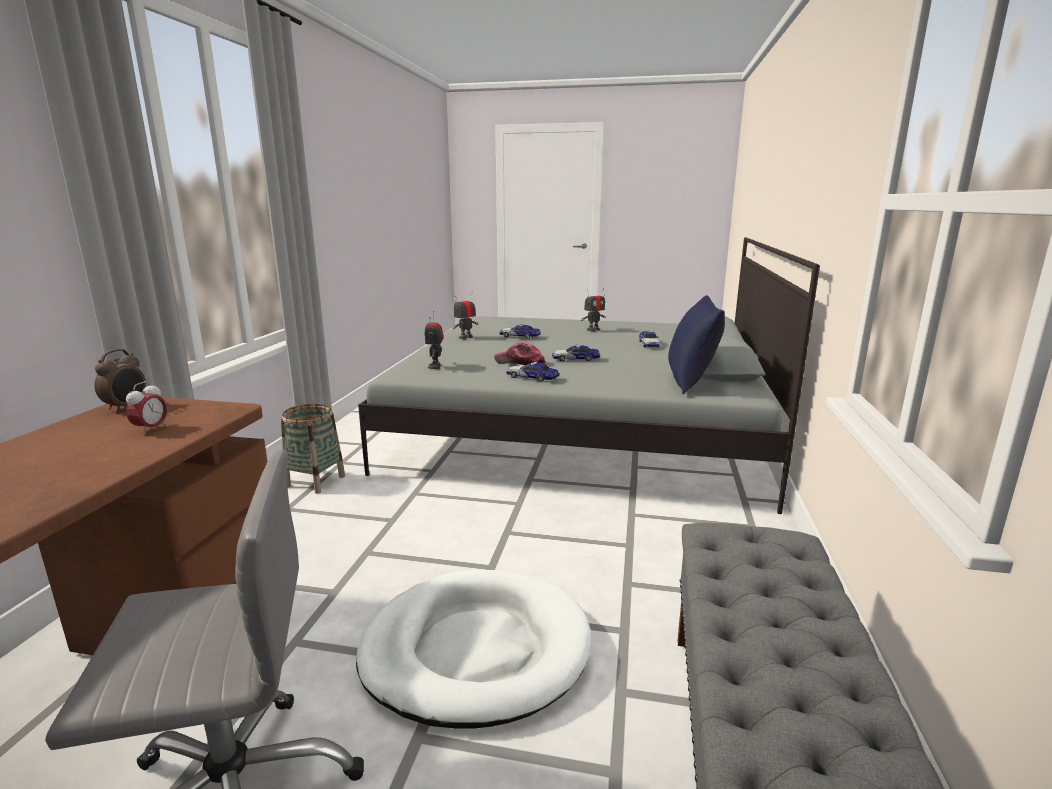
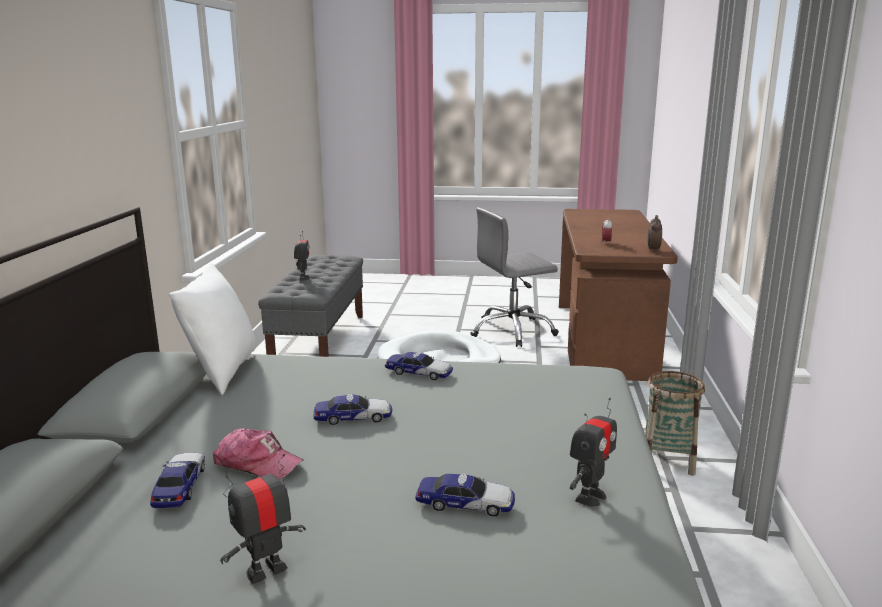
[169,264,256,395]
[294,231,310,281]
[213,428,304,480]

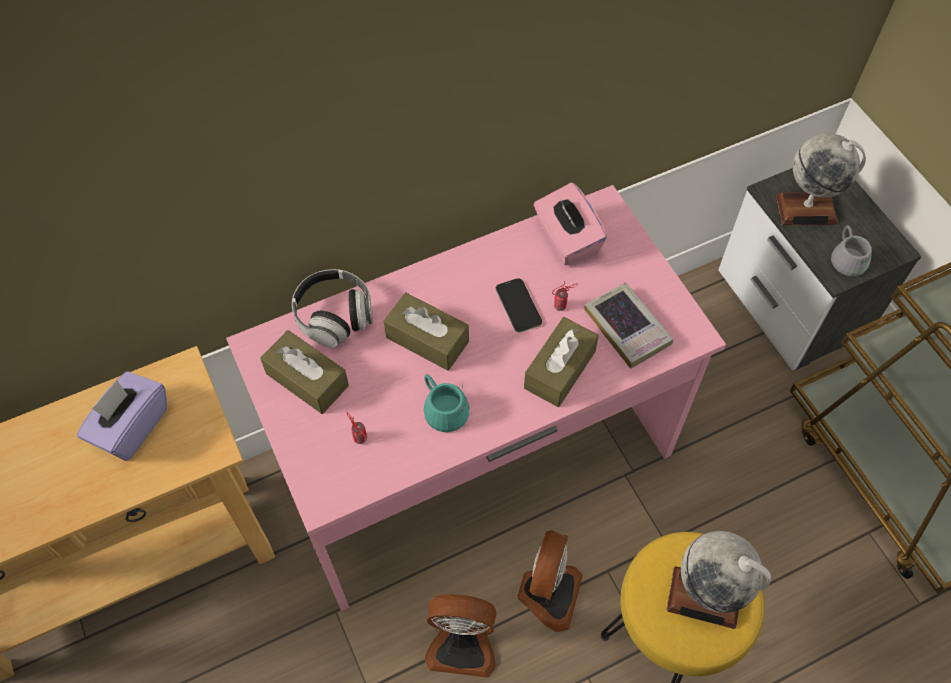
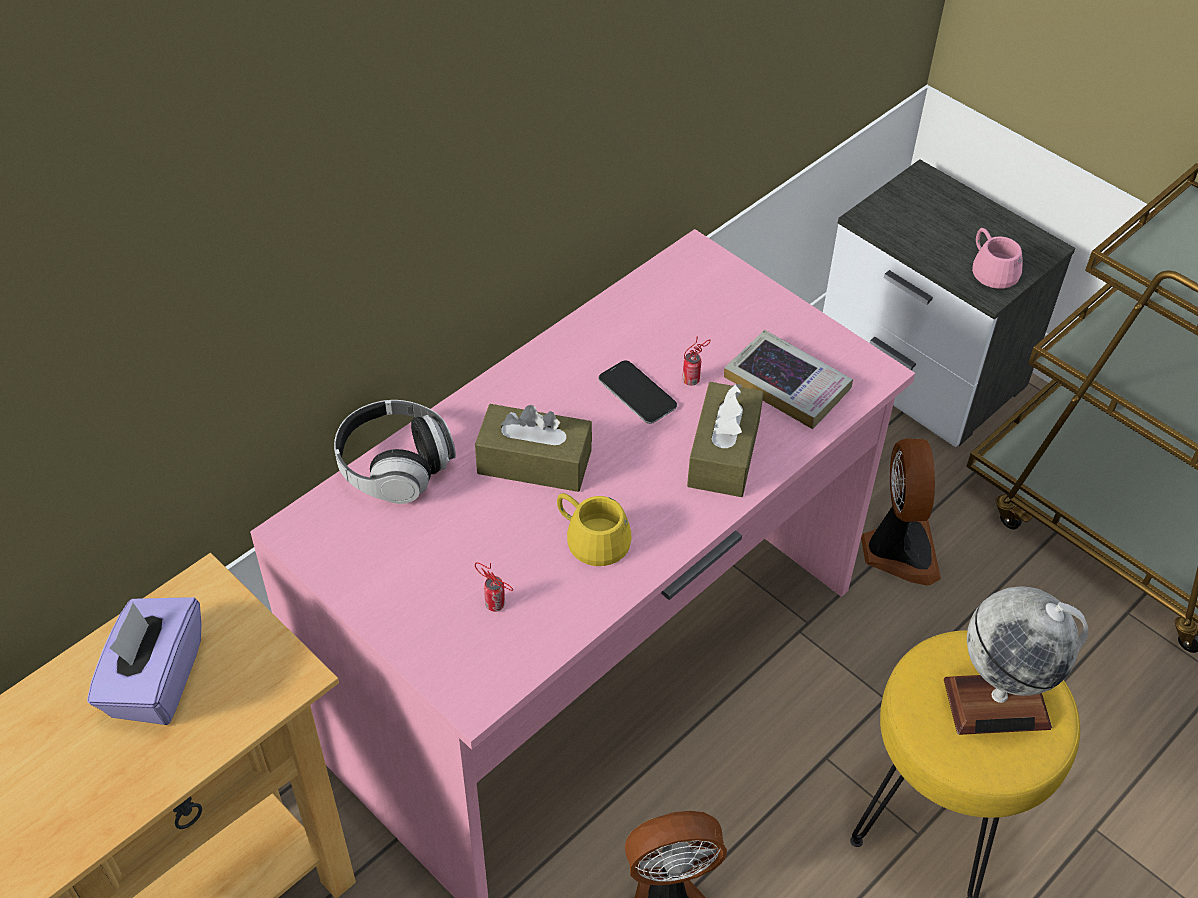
[776,133,866,225] (first image)
[533,182,607,265] (first image)
[972,228,1023,289]
[260,330,349,414] (first image)
[557,493,631,566]
[861,438,941,586]

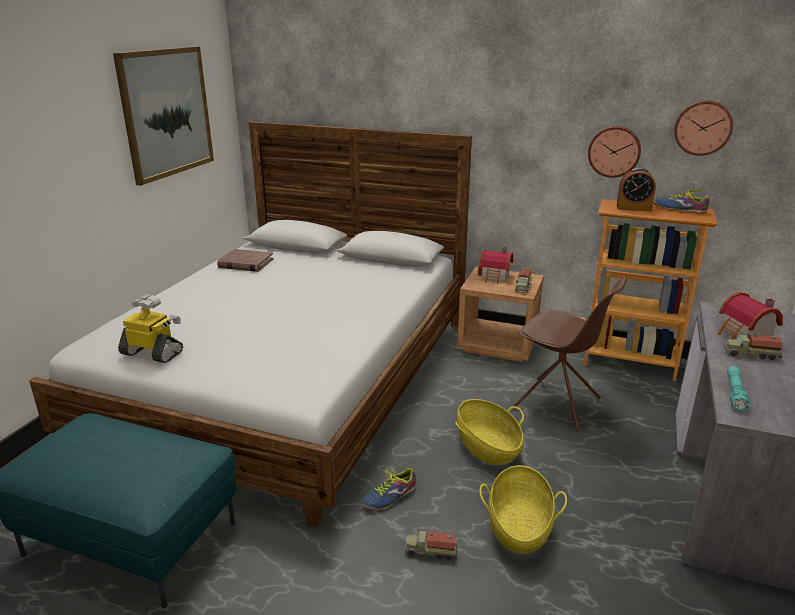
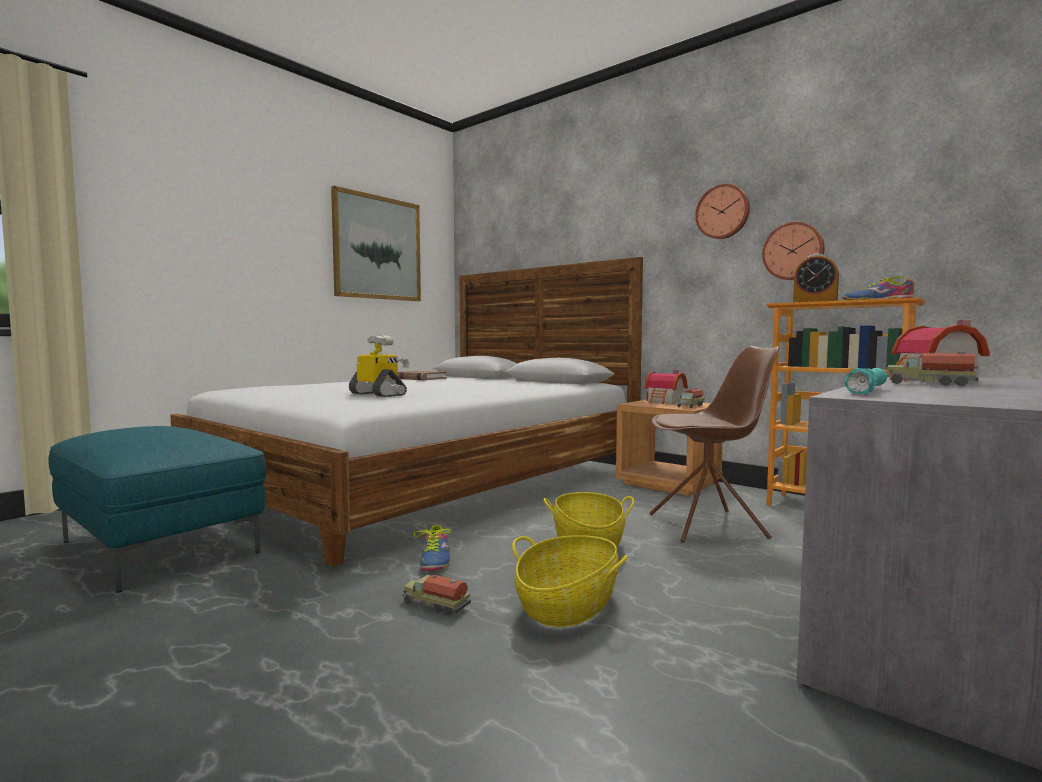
[695,184,750,239]
[650,346,780,543]
[349,335,409,397]
[414,522,452,571]

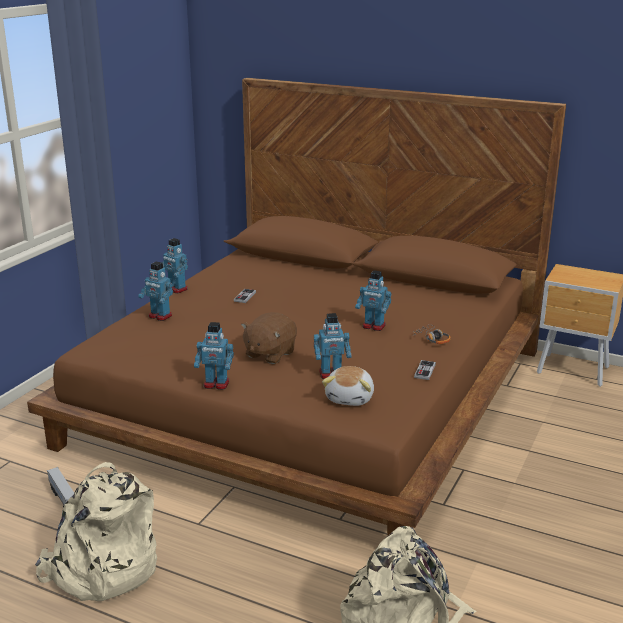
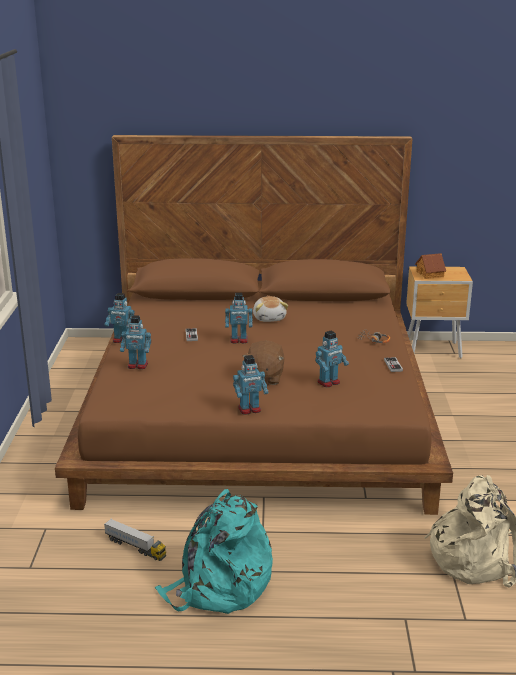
[225,293,252,343]
[253,296,288,322]
[155,489,273,614]
[415,253,446,279]

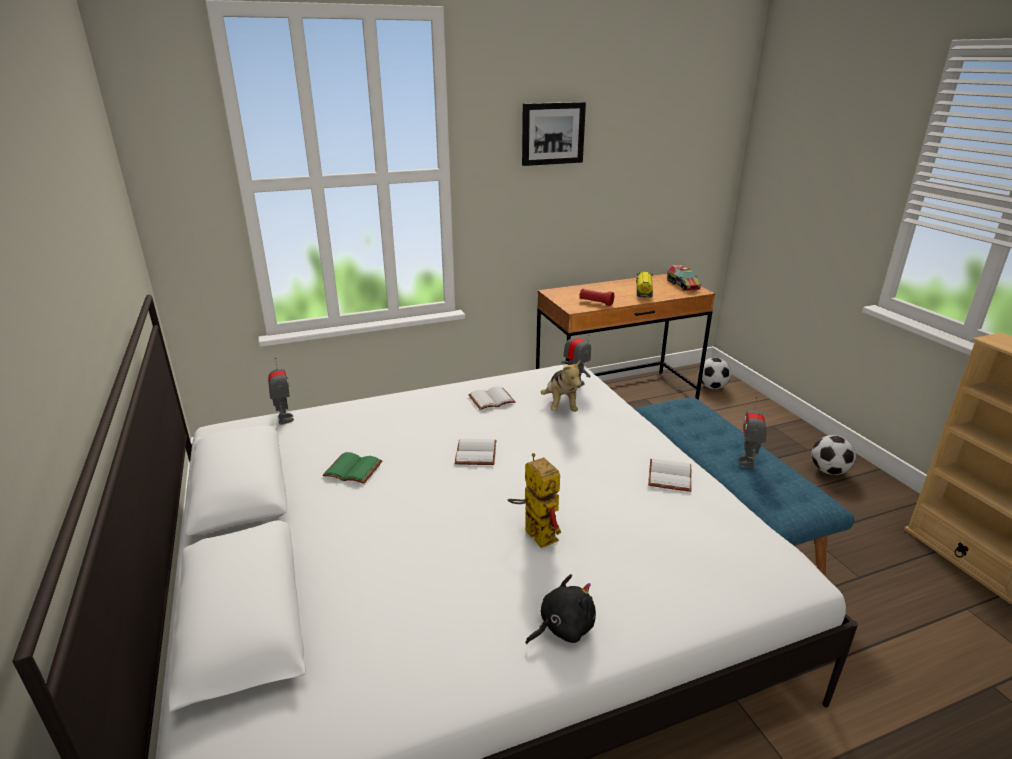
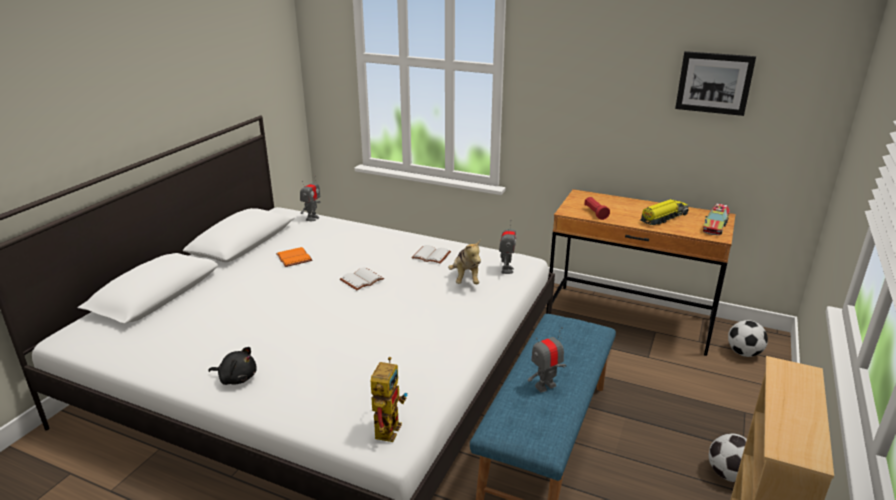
[675,51,756,116]
[448,240,481,284]
[276,247,312,267]
[371,357,407,442]
[648,458,692,492] (first image)

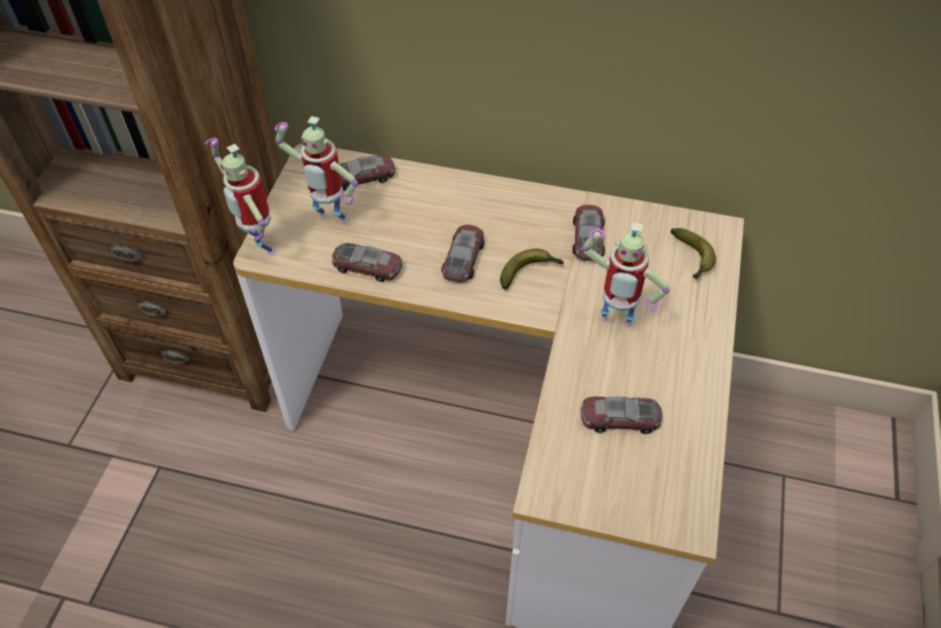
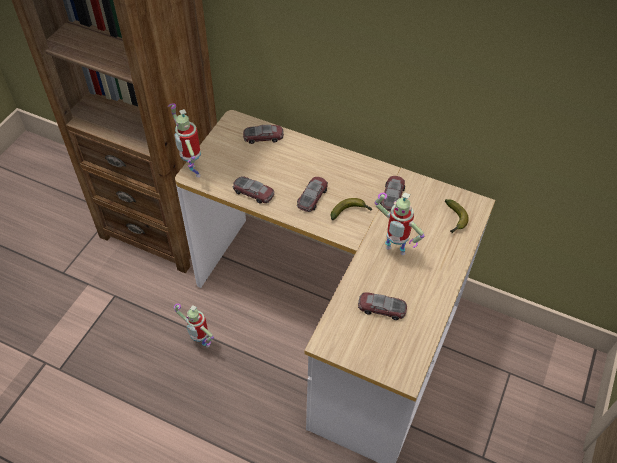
[174,304,214,348]

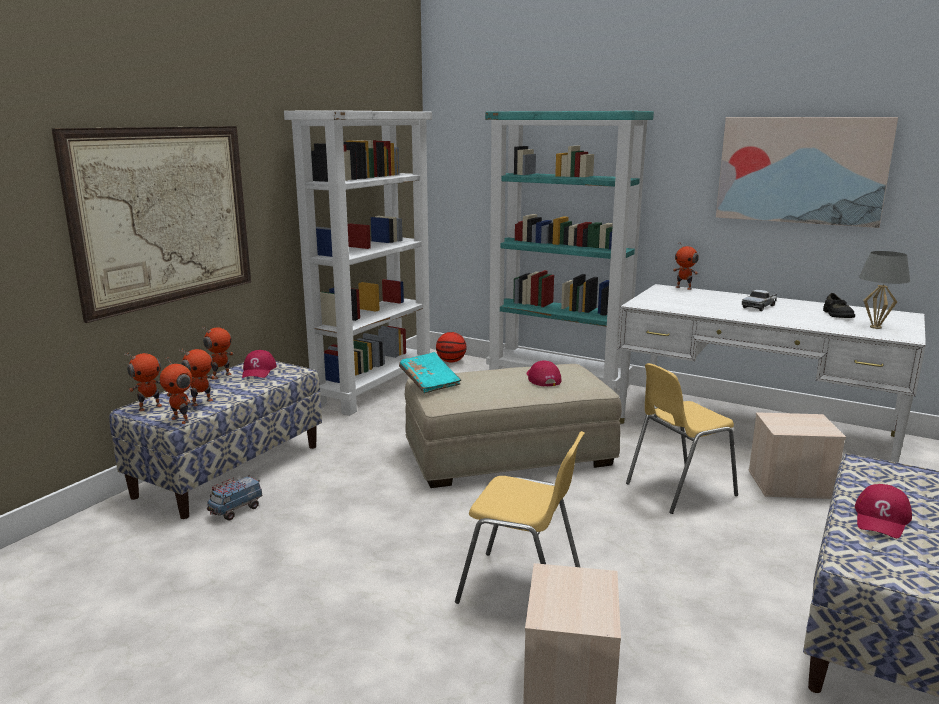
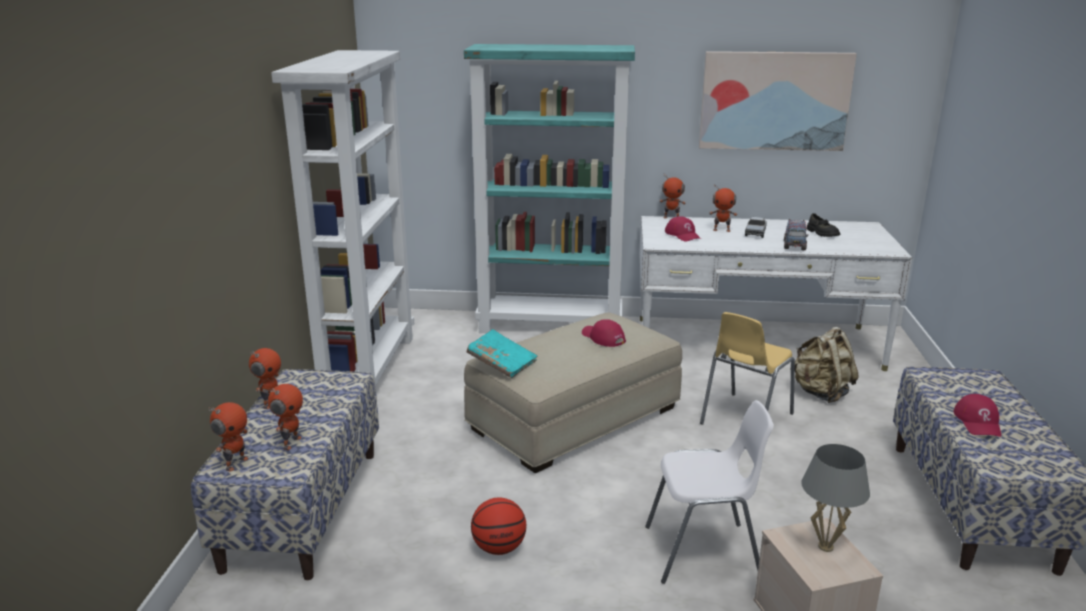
[51,126,251,323] (first image)
[801,444,870,552]
[471,498,526,555]
[665,216,701,242]
[710,185,737,232]
[790,327,859,403]
[645,400,774,584]
[784,219,808,250]

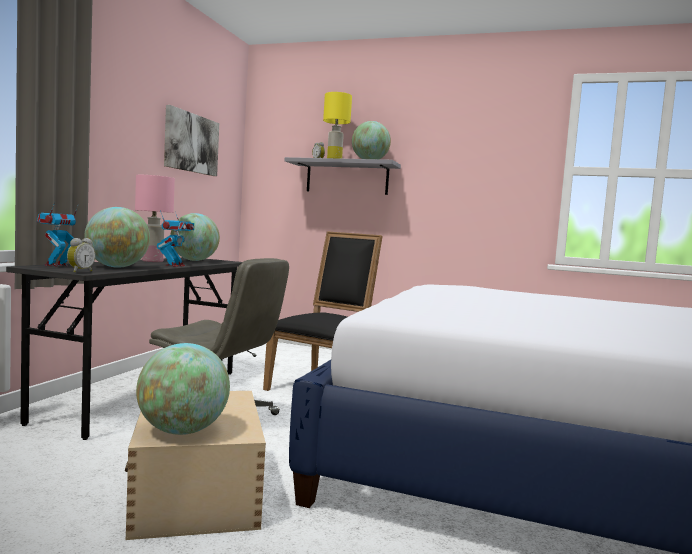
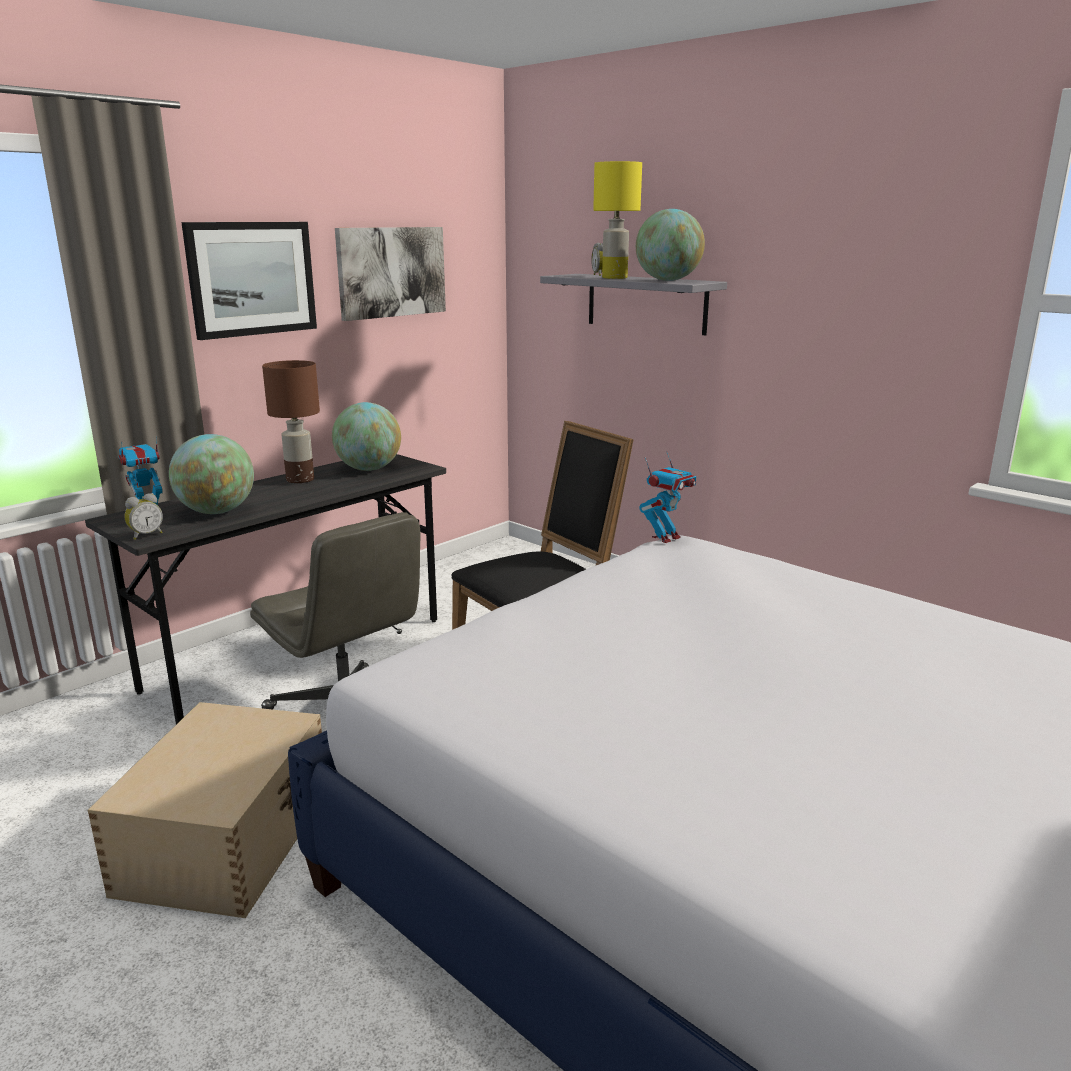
[262,360,320,483]
[639,452,696,543]
[136,343,230,435] (first image)
[181,222,317,340]

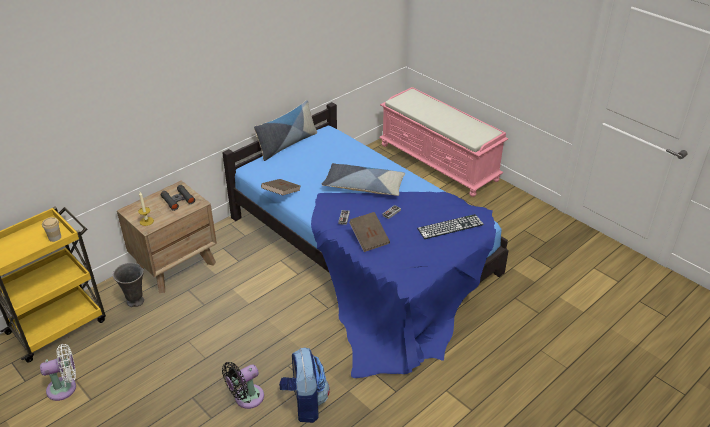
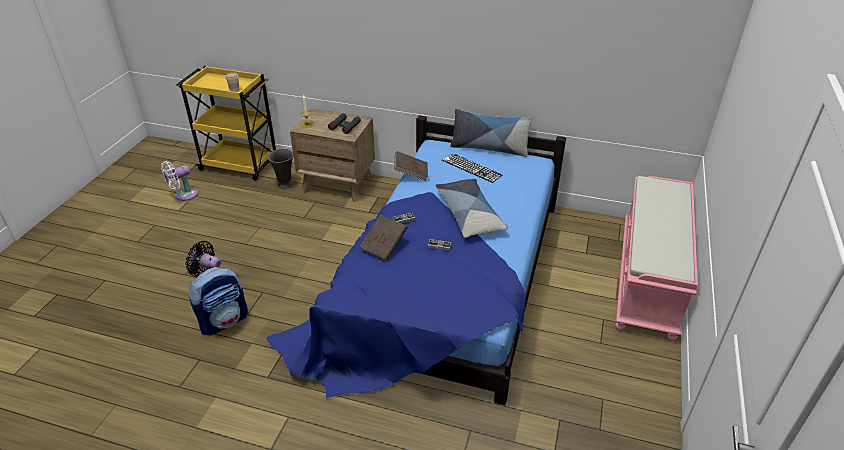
[442,153,502,183]
[161,161,198,201]

